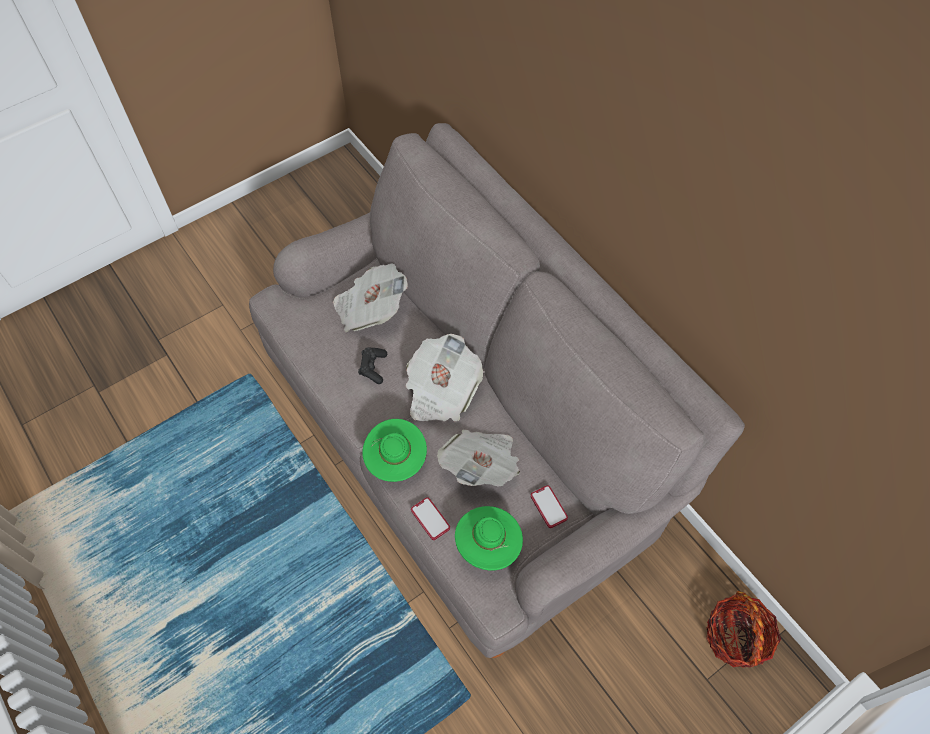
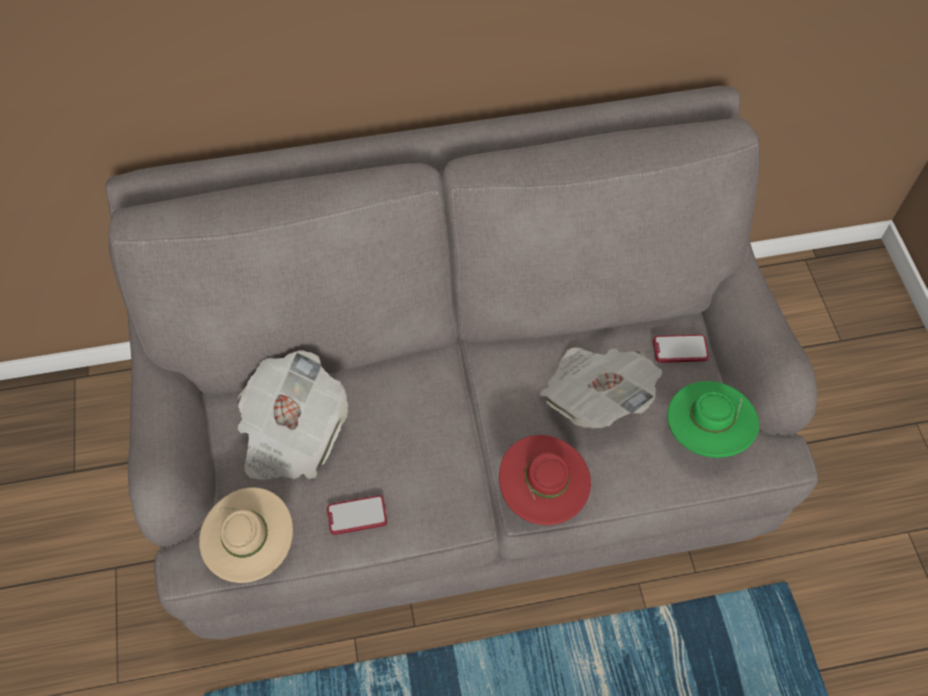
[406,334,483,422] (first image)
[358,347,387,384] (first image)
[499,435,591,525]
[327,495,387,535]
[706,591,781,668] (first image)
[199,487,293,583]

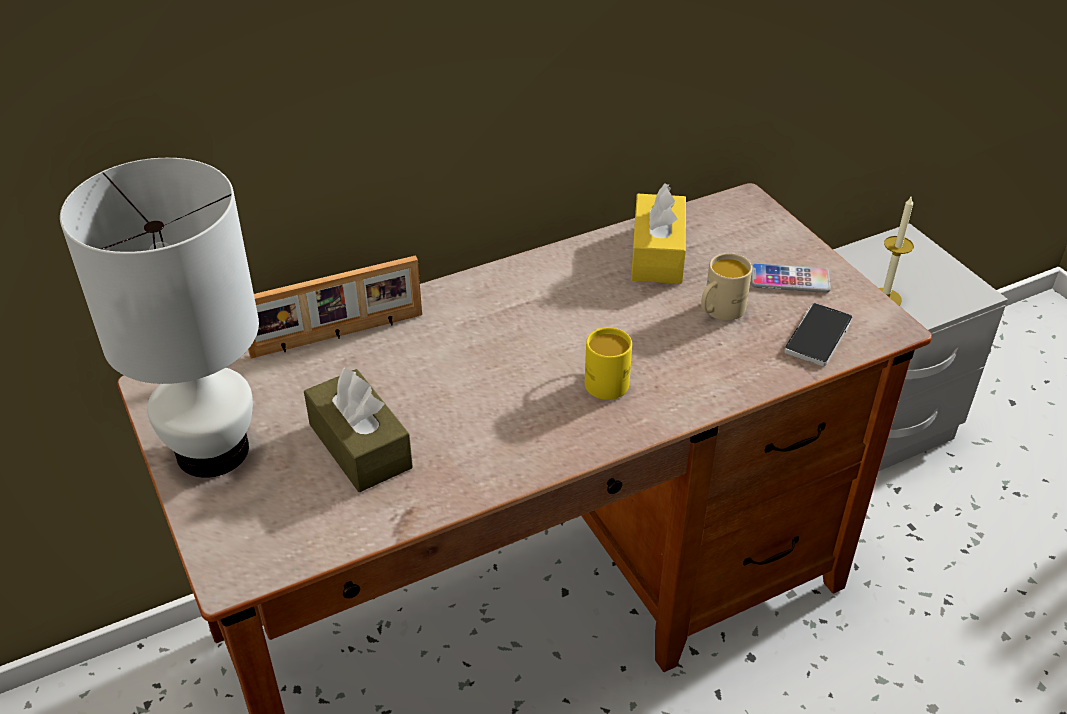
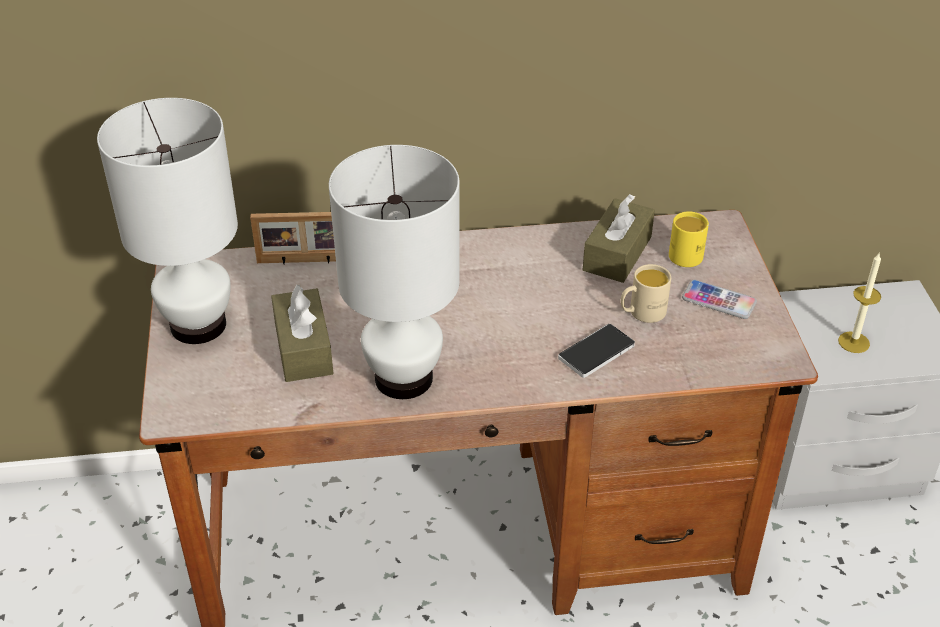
[583,194,655,283]
[558,324,635,378]
[669,211,709,267]
[329,145,460,399]

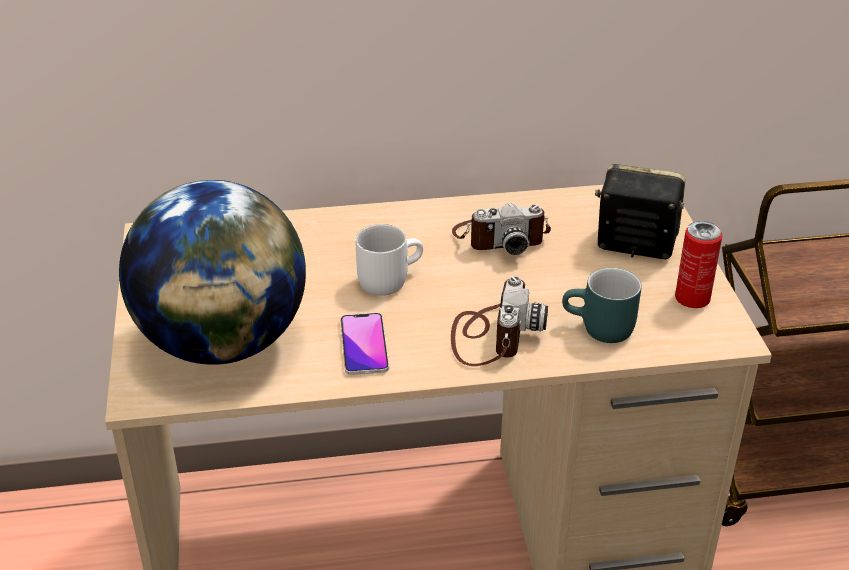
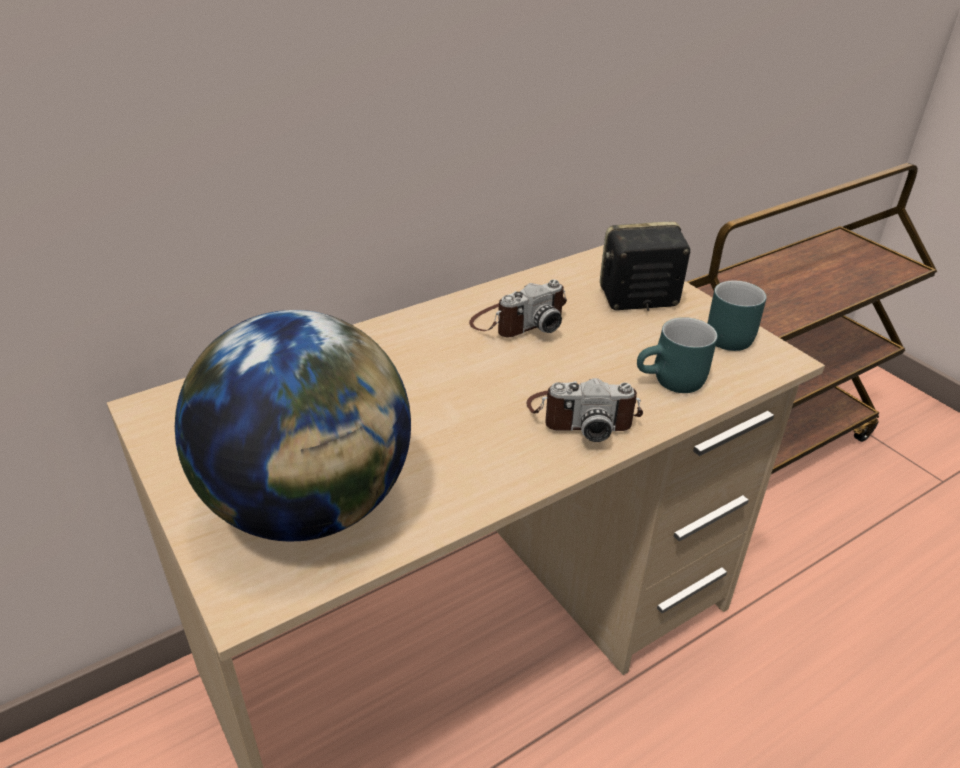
[708,281,767,351]
[355,224,423,296] (first image)
[526,378,643,442]
[340,313,389,375] (first image)

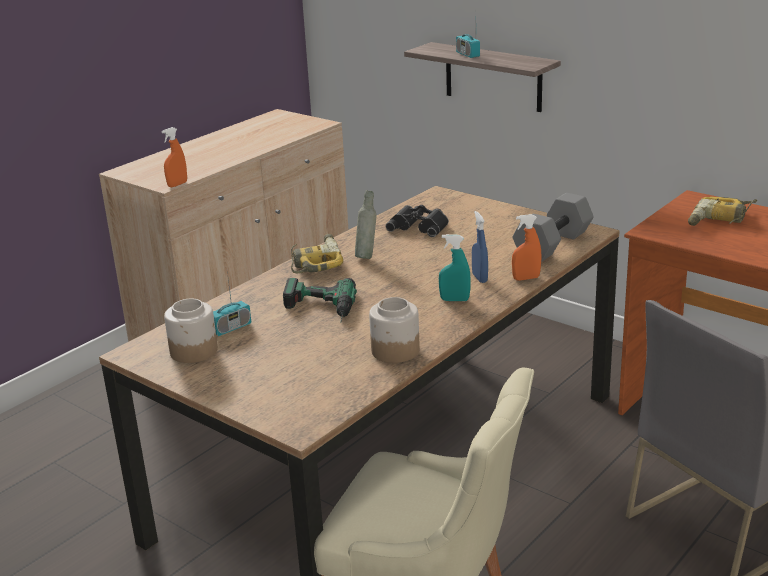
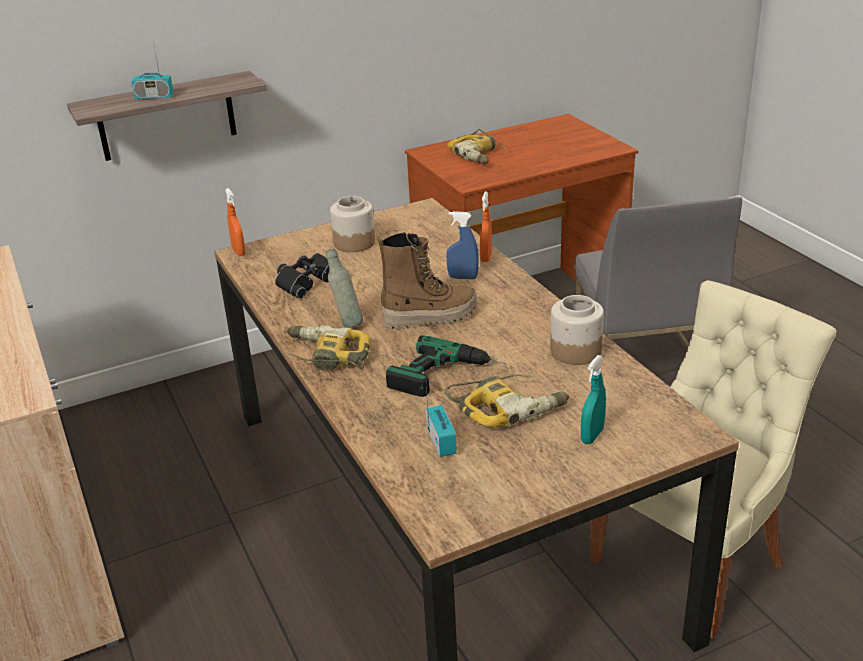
[225,188,246,256]
[512,193,594,262] (first image)
[581,355,606,444]
[330,196,375,252]
[377,232,477,329]
[445,374,569,428]

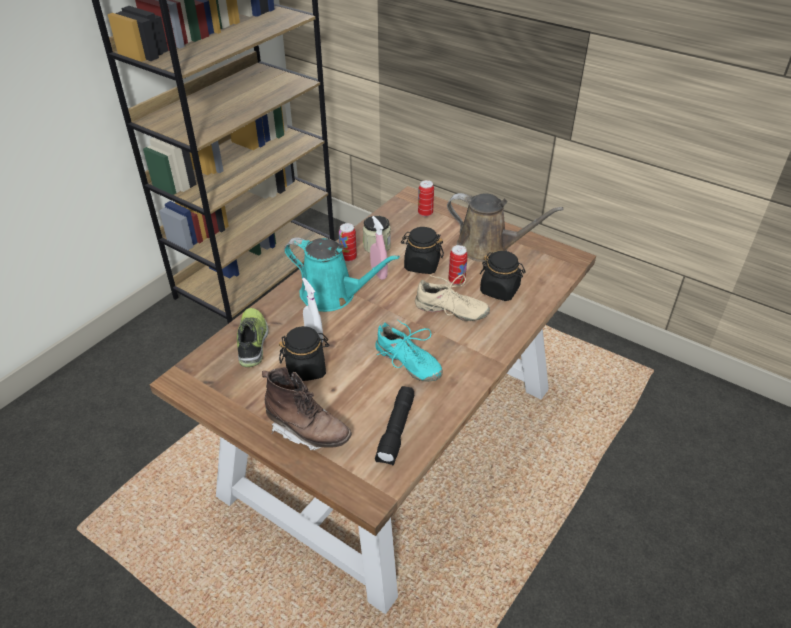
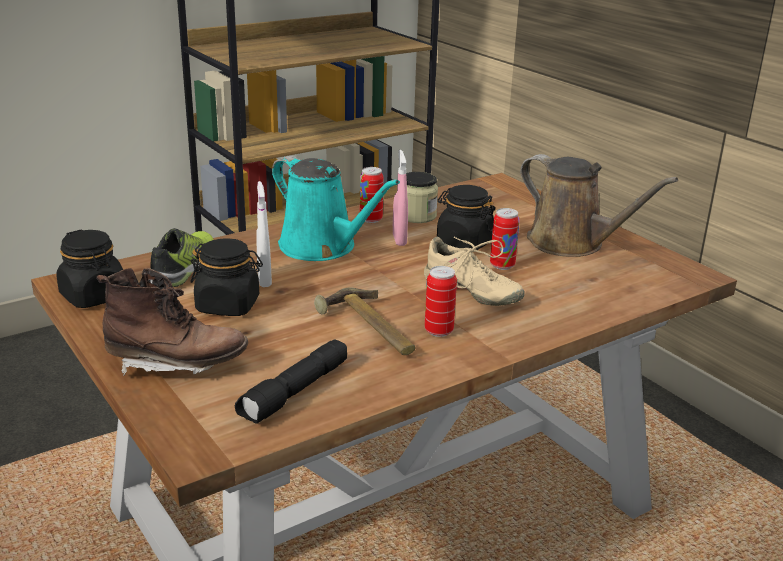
[425,266,457,337]
[56,230,123,308]
[314,288,415,355]
[97,268,248,376]

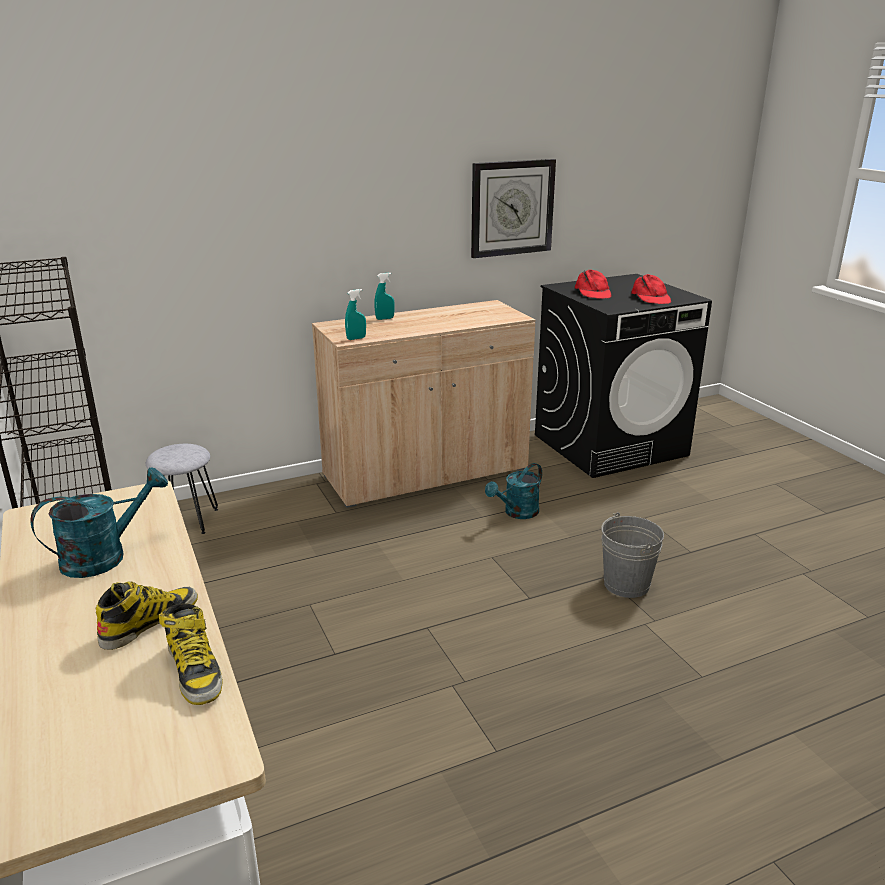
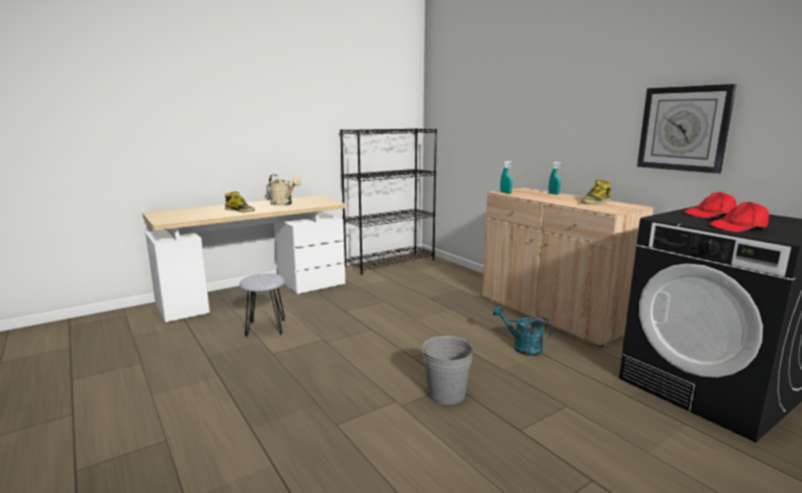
[239,273,285,338]
[269,174,301,206]
[581,180,611,204]

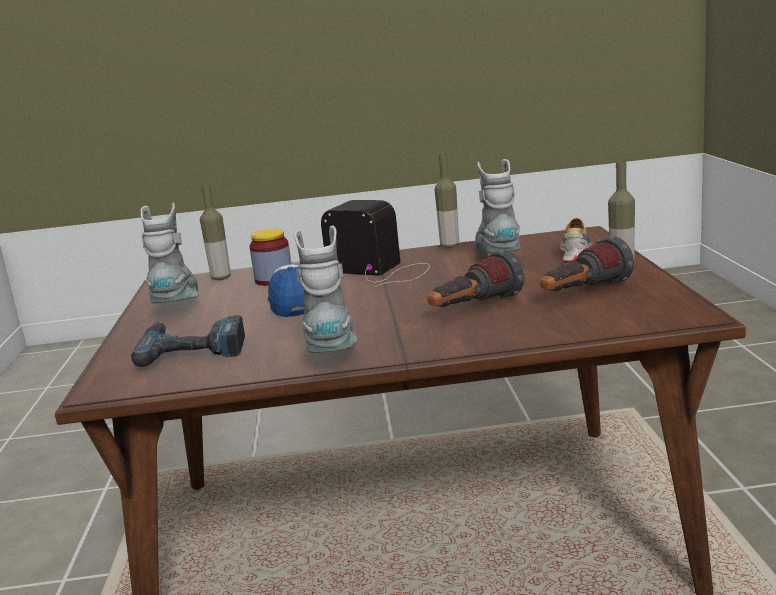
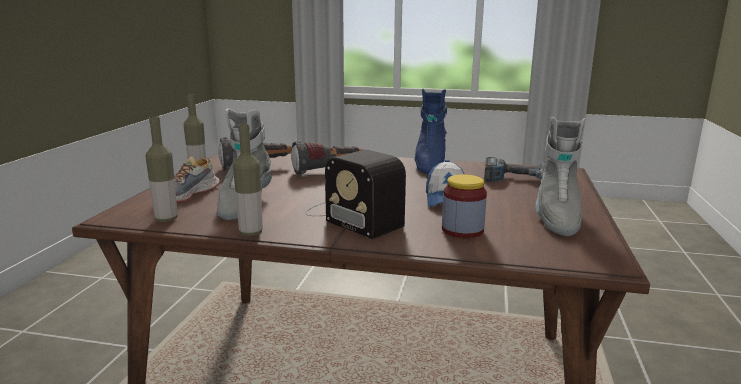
[145,117,178,222]
[414,88,447,174]

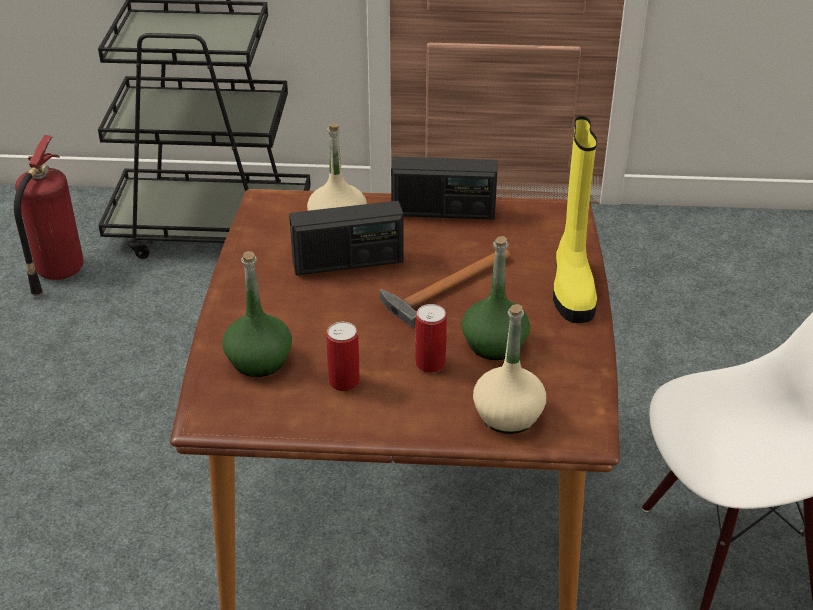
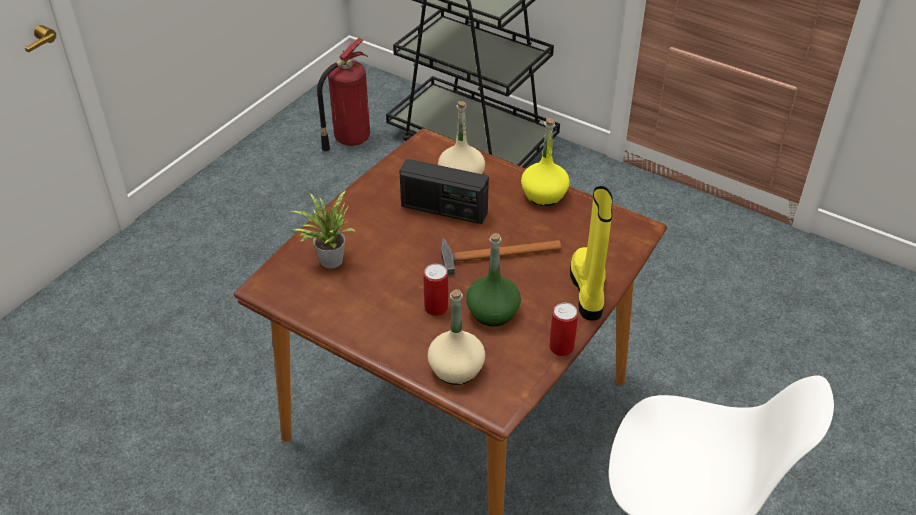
[570,186,613,321]
[521,118,570,206]
[291,190,355,268]
[549,303,578,356]

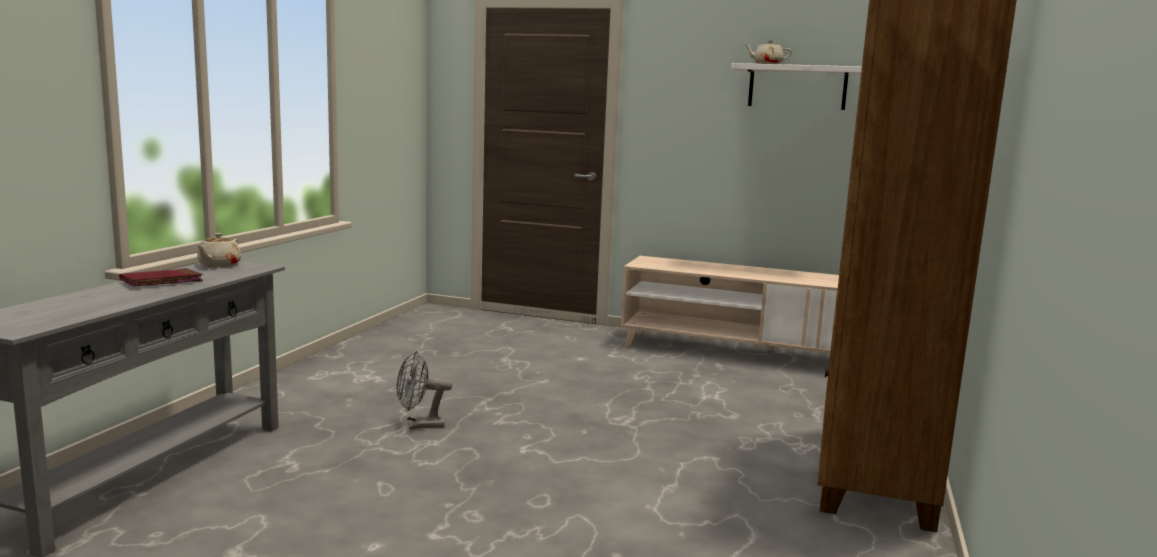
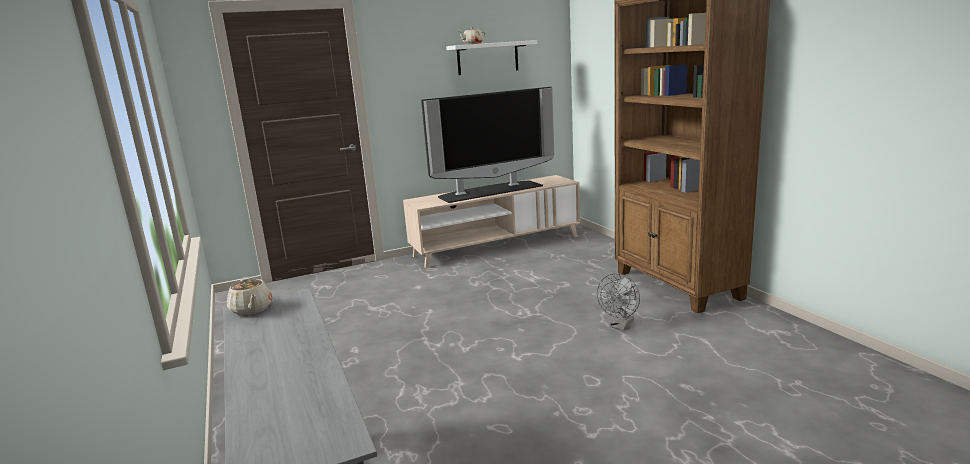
[119,268,203,287] (first image)
[597,273,640,330]
[421,87,554,203]

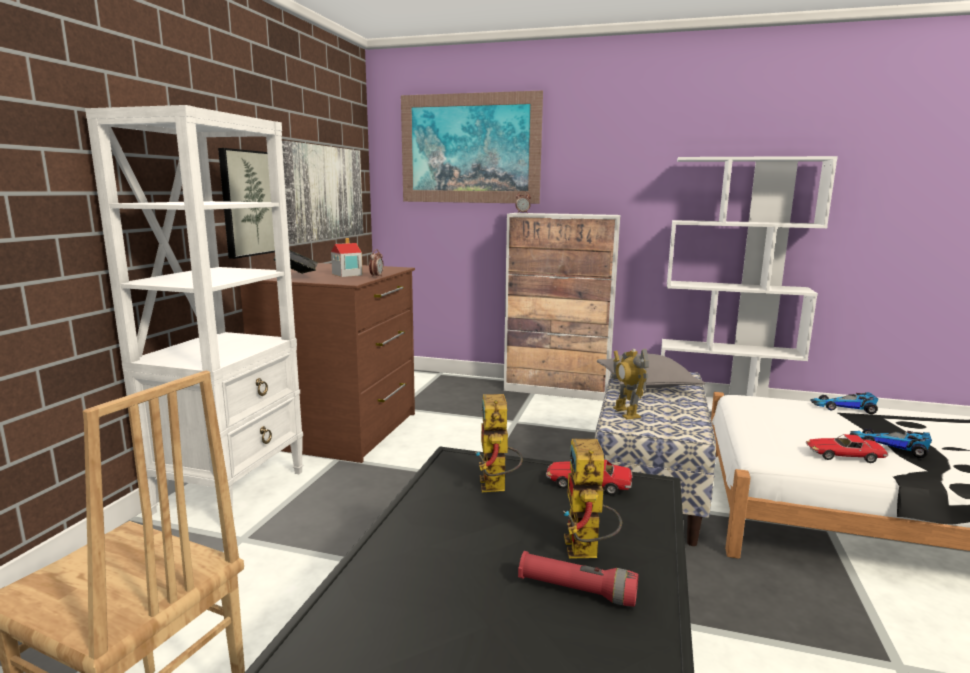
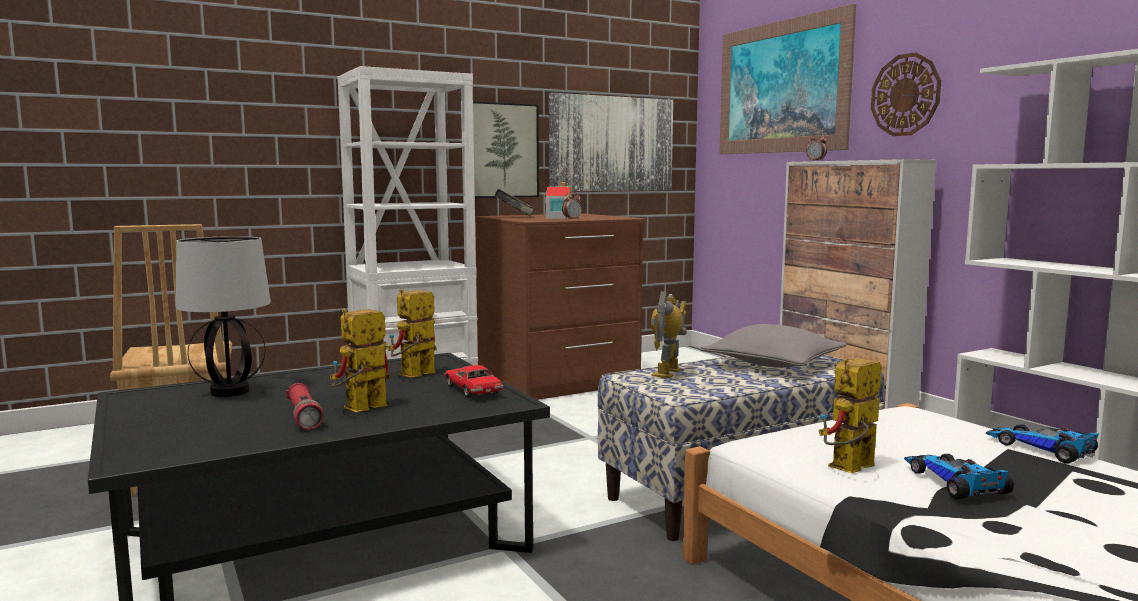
[819,358,882,473]
[871,52,941,136]
[175,236,271,397]

